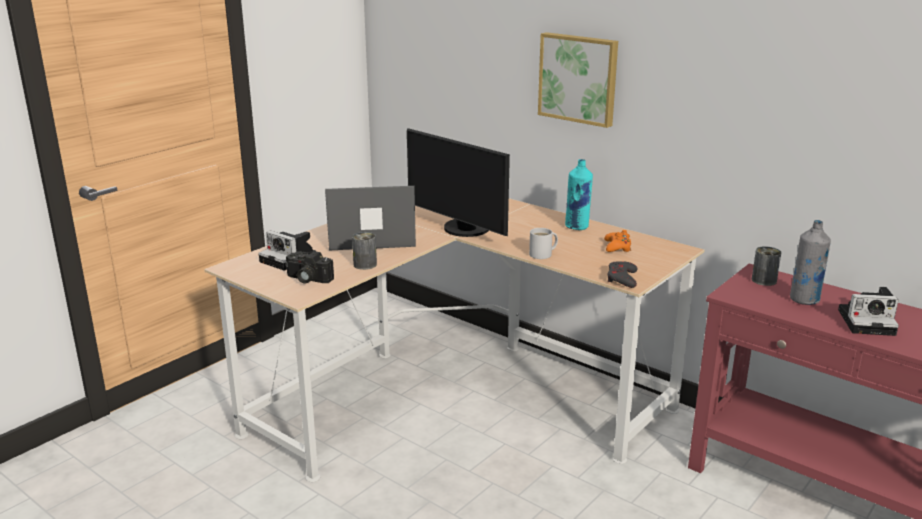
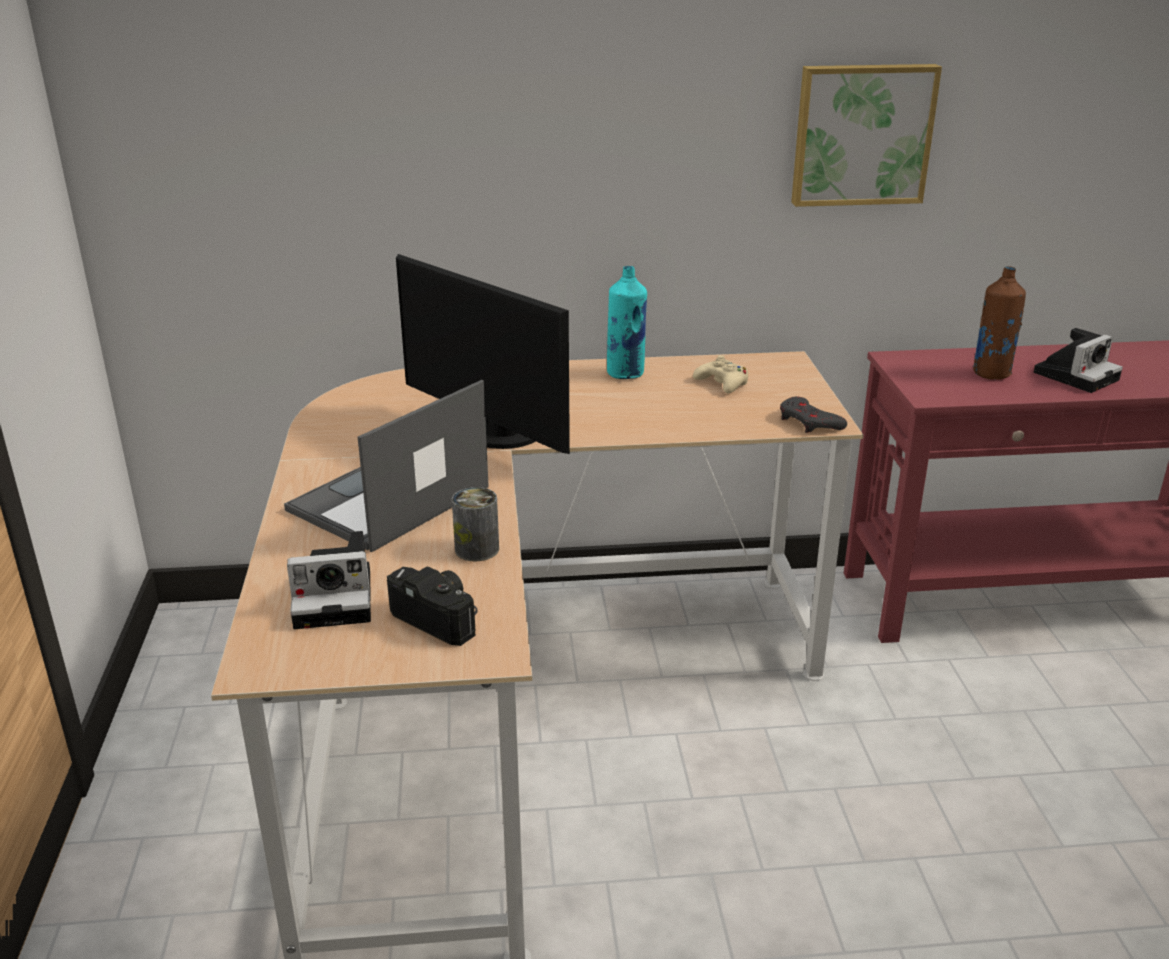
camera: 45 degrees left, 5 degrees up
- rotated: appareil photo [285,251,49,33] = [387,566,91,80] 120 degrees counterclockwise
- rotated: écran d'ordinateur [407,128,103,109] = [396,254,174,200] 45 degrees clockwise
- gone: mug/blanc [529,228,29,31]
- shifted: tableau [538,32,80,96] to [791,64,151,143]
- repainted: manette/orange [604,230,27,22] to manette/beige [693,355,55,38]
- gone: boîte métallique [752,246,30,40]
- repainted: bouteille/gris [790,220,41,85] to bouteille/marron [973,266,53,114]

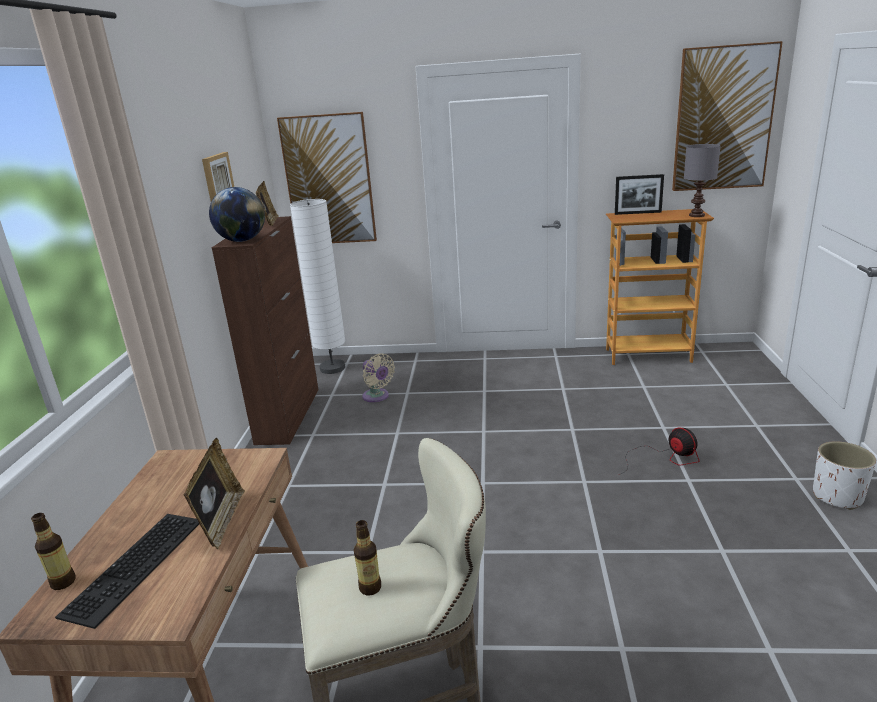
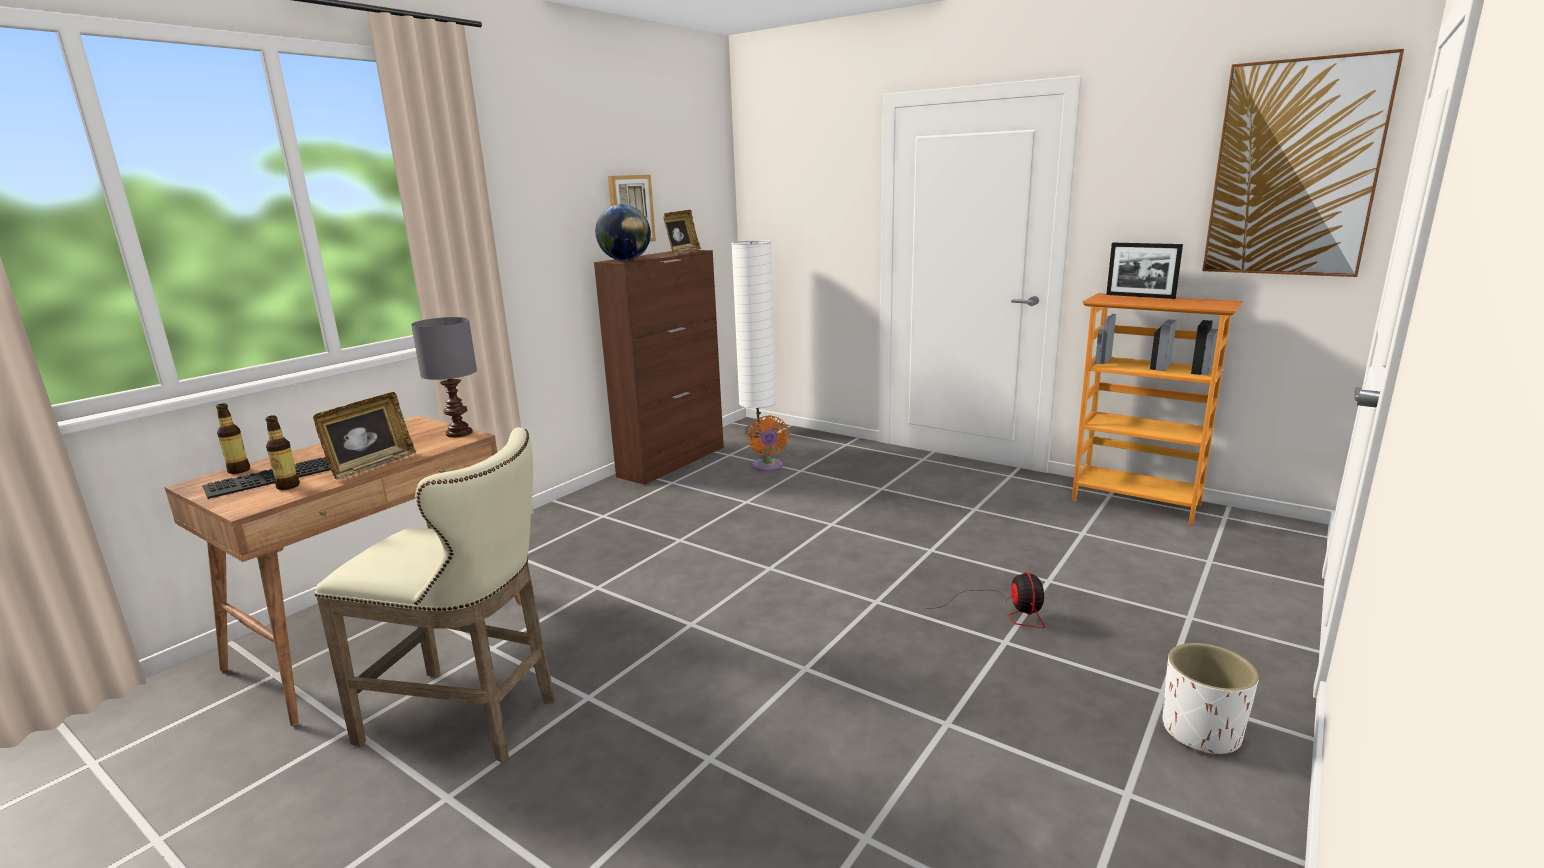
camera: 30 degrees right, 5 degrees down
- gone: tableau [277,112,100,131]
- shifted: bouteille [354,520,27,75] to [265,415,35,75]
- repainted: ventilateur/beige [362,353,33,49] to ventilateur/orange [747,415,42,56]
- shifted: lampe de table/gris [684,144,37,73] to [411,317,66,121]

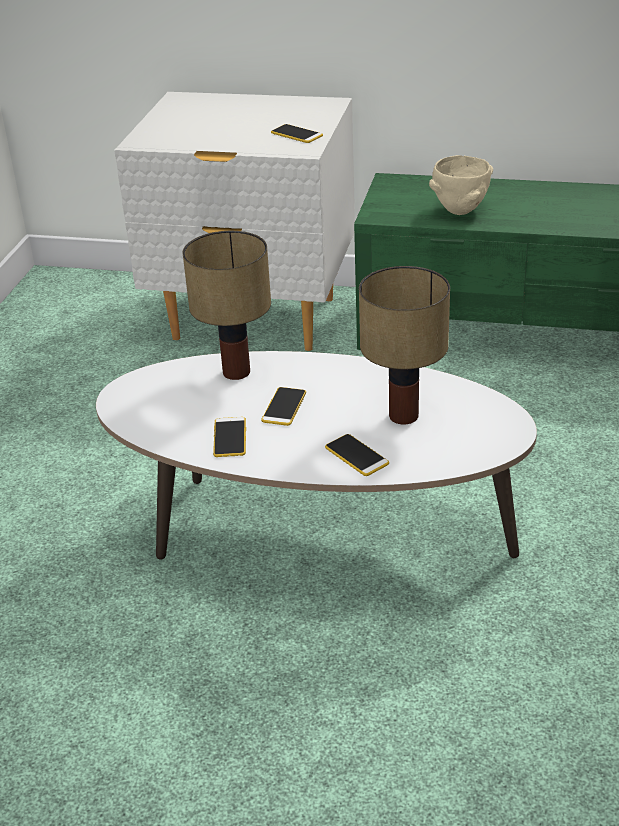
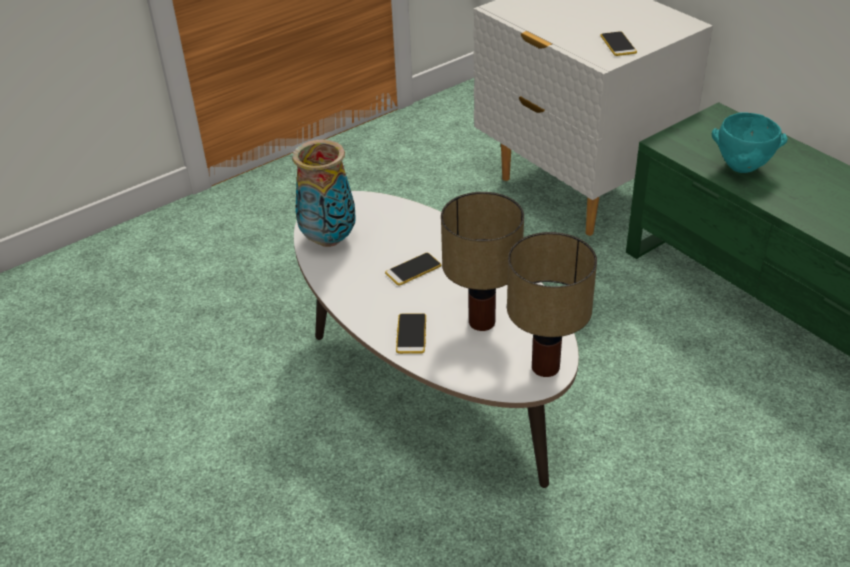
camera: 40 degrees right, 5 degrees up
- shifted: lampe de table [183,231,88,149] to [507,232,90,145]
- gone: téléphone [213,417,33,40]
- repainted: bol/beige [429,155,64,60] to bol/turquoise [712,112,76,61]
- new: vase [292,140,64,107]

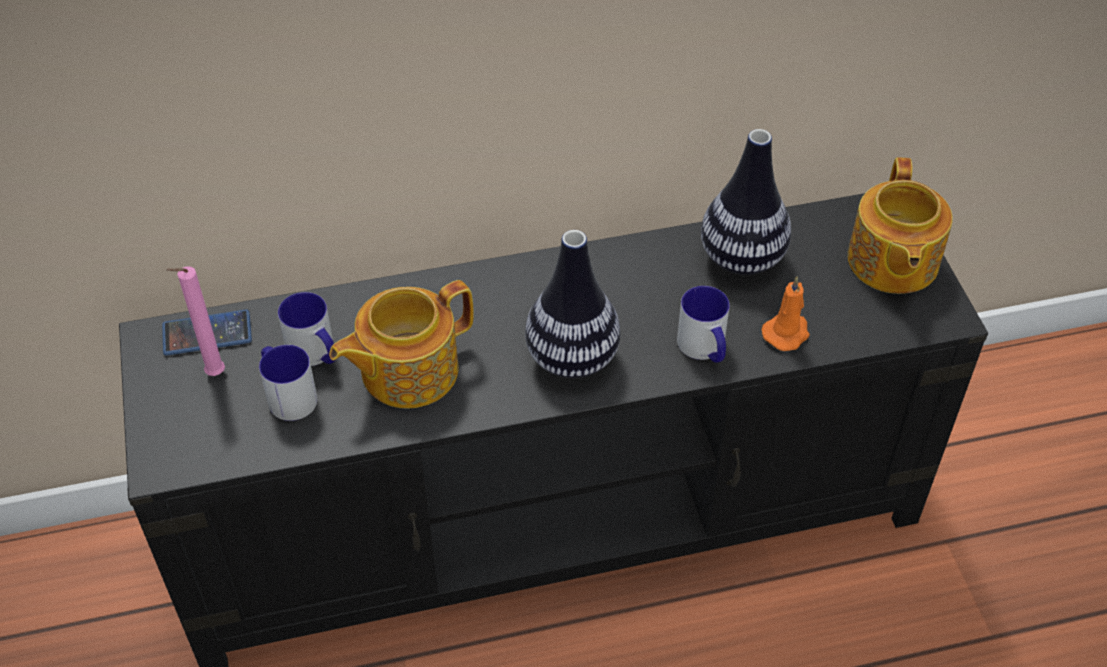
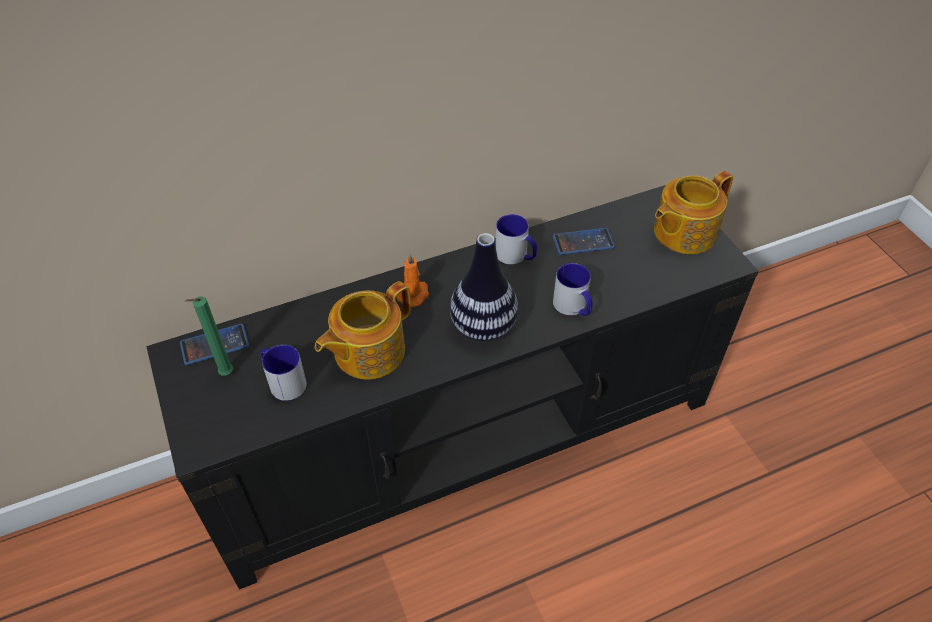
camera: 10 degrees left, 0 degrees up
- repainted: bougie/rose [167,266,58,110] to bougie/vert [185,296,48,80]
- shifted: mug [278,292,57,74] to [495,214,42,51]
- swapped: vase [701,129,90,146] to téléphone [553,228,62,27]
- shifted: bougie/orange [762,276,48,75] to [396,254,33,53]
- rotated: théière [848,157,105,137] = [654,171,79,83] 60 degrees clockwise

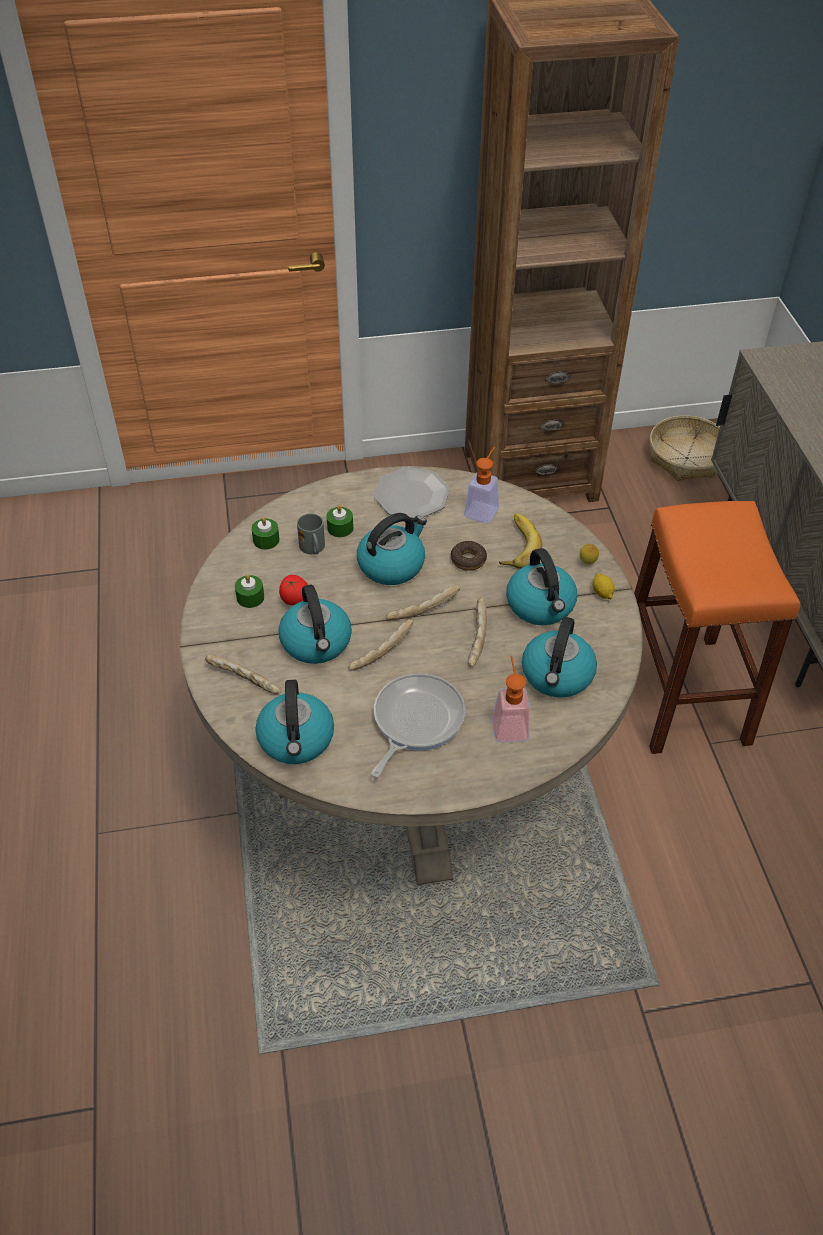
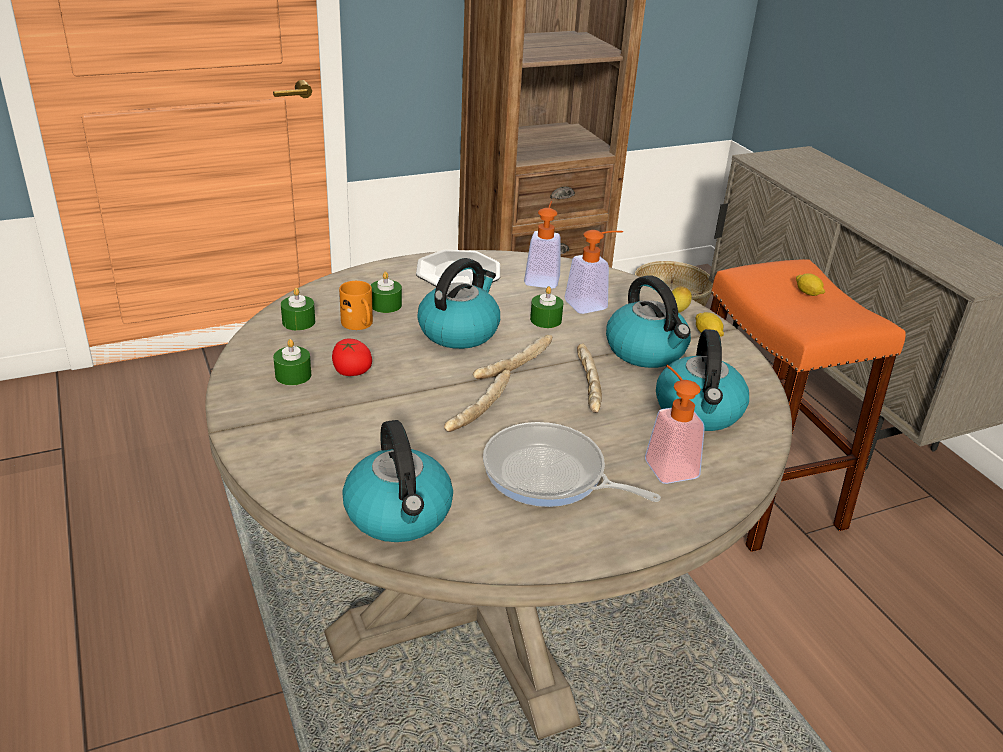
camera: 15 degrees left, 15 degrees down
- gone: pain [205,654,76,40]
- gone: bouilloire [278,585,74,79]
- repainted: mug/gris [297,513,28,41] to mug/orange [339,281,34,49]
- rotated: poêle [372,673,93,104] = [483,422,178,85] 75 degrees counterclockwise
- swapped: beignet [451,541,36,30] to bougie/vert [530,286,33,42]
- swapped: banane [499,513,43,56] to distributeur de savon [565,230,58,84]
- new: citron [796,273,29,23]

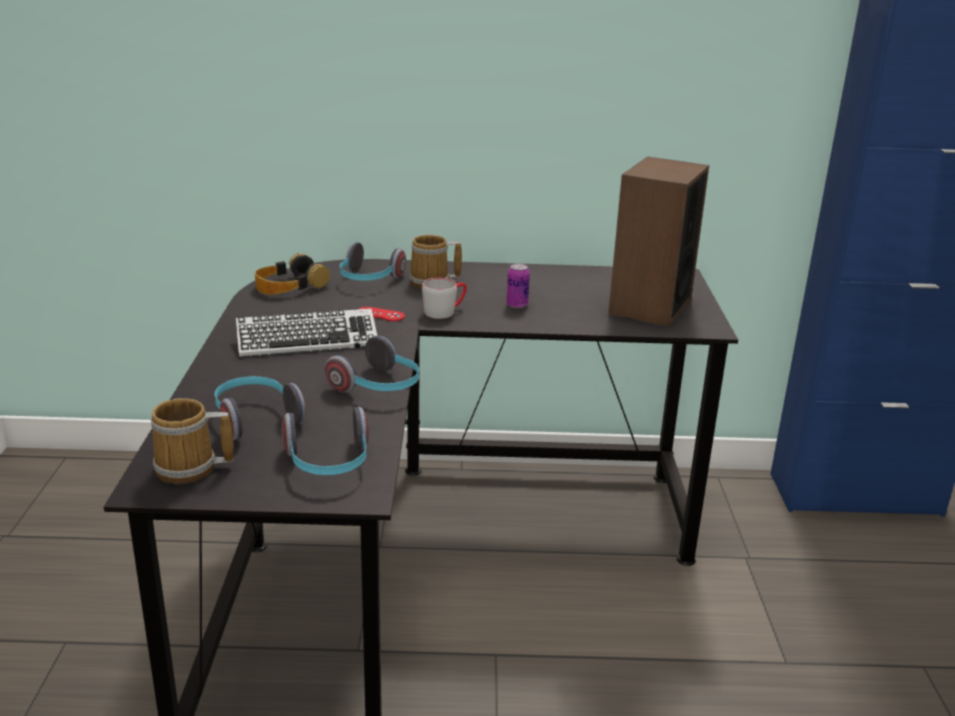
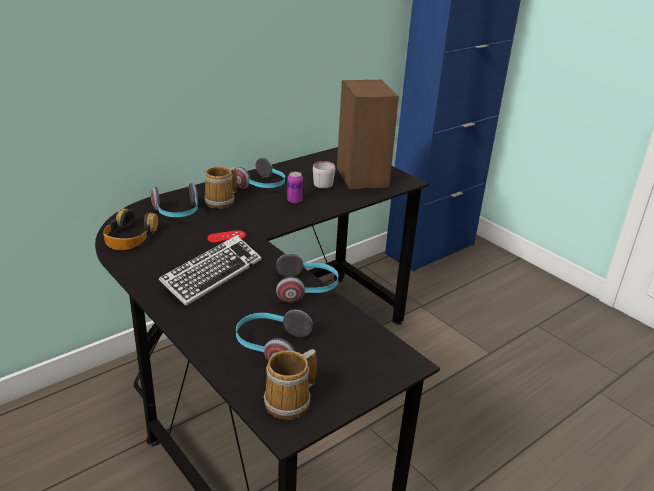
camera: 40 degrees left, 5 degrees up
- shifted: casque audio [282,407,87,68] to [236,158,49,31]
- shifted: mug/gris [422,278,45,41] to [313,161,22,27]

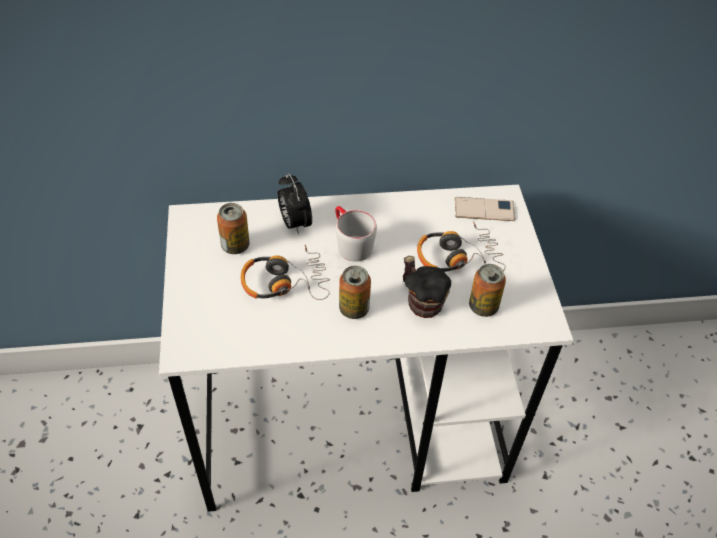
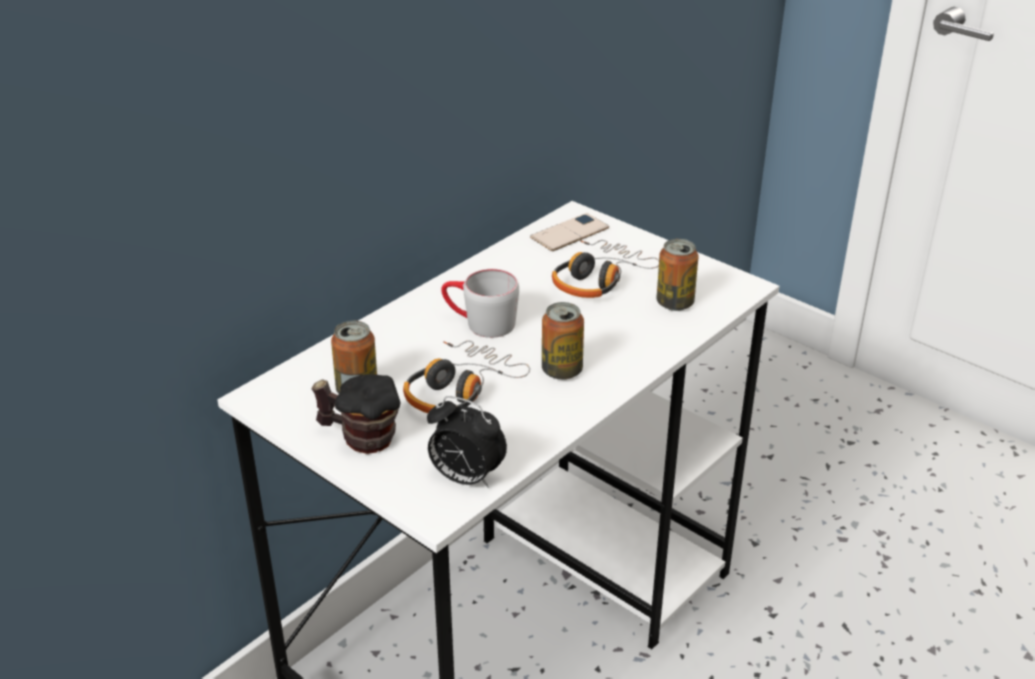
camera: 40 degrees left, 15 degrees down
- shifted: réveil [278,173,34,62] to [427,396,80,92]
- shifted: mug [403,256,48,62] to [311,374,89,80]

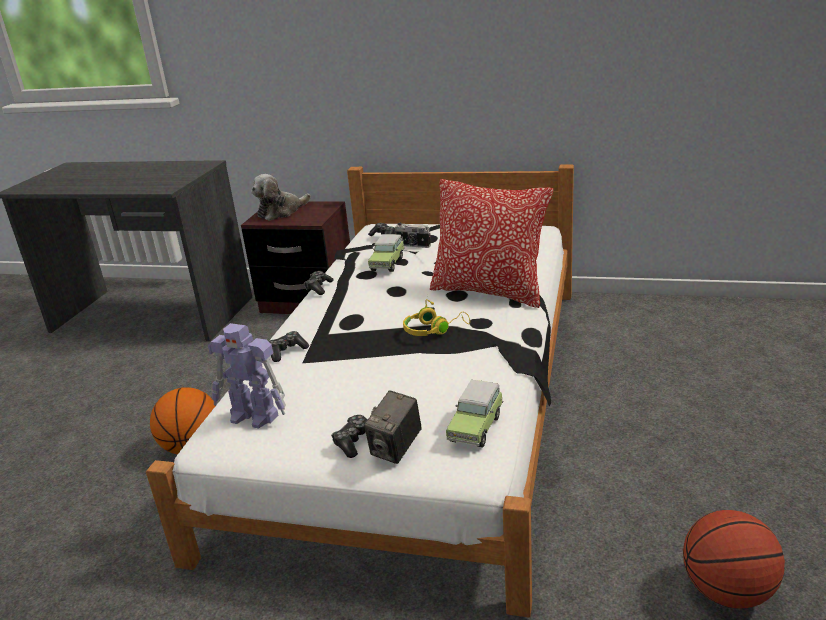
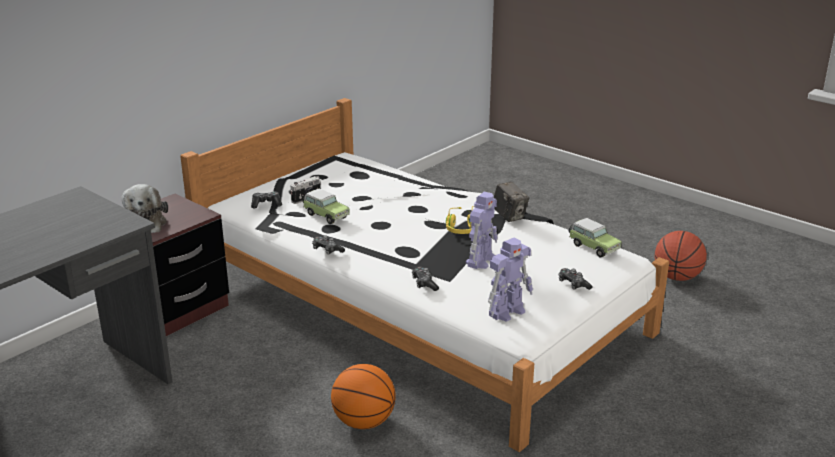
camera: 65 degrees left, 0 degrees up
- shifted: appareil photo [364,390,58,74] to [494,182,35,40]
- gone: coussin [430,179,123,129]
- new: robot jouet [466,191,32,78]

